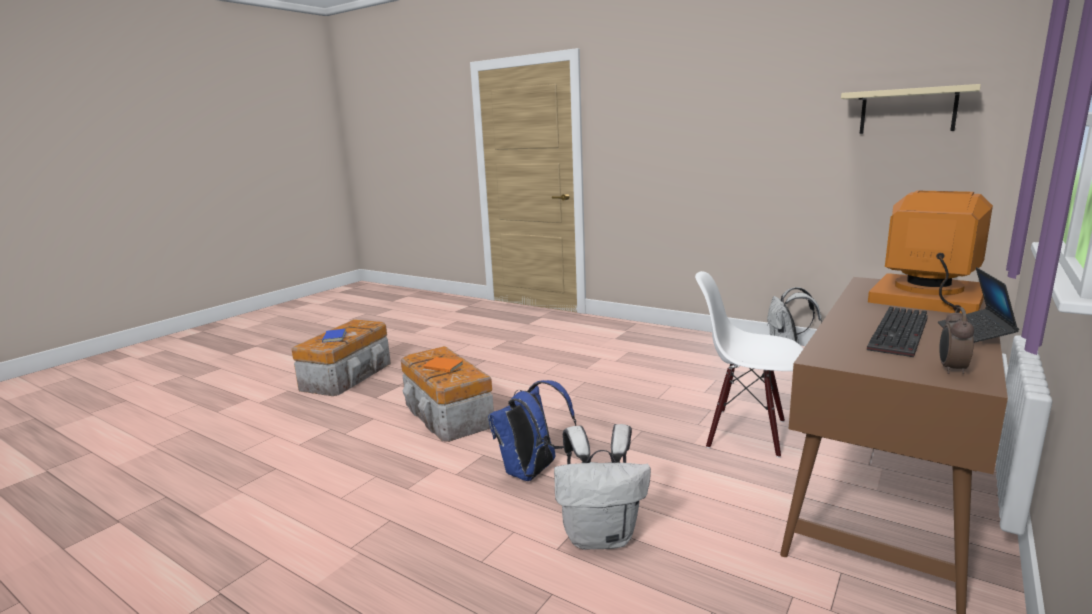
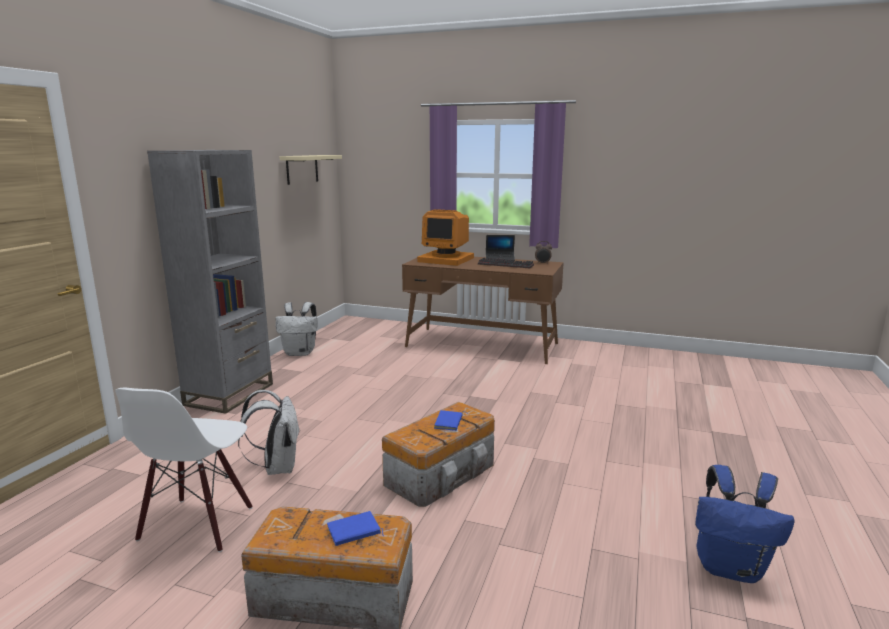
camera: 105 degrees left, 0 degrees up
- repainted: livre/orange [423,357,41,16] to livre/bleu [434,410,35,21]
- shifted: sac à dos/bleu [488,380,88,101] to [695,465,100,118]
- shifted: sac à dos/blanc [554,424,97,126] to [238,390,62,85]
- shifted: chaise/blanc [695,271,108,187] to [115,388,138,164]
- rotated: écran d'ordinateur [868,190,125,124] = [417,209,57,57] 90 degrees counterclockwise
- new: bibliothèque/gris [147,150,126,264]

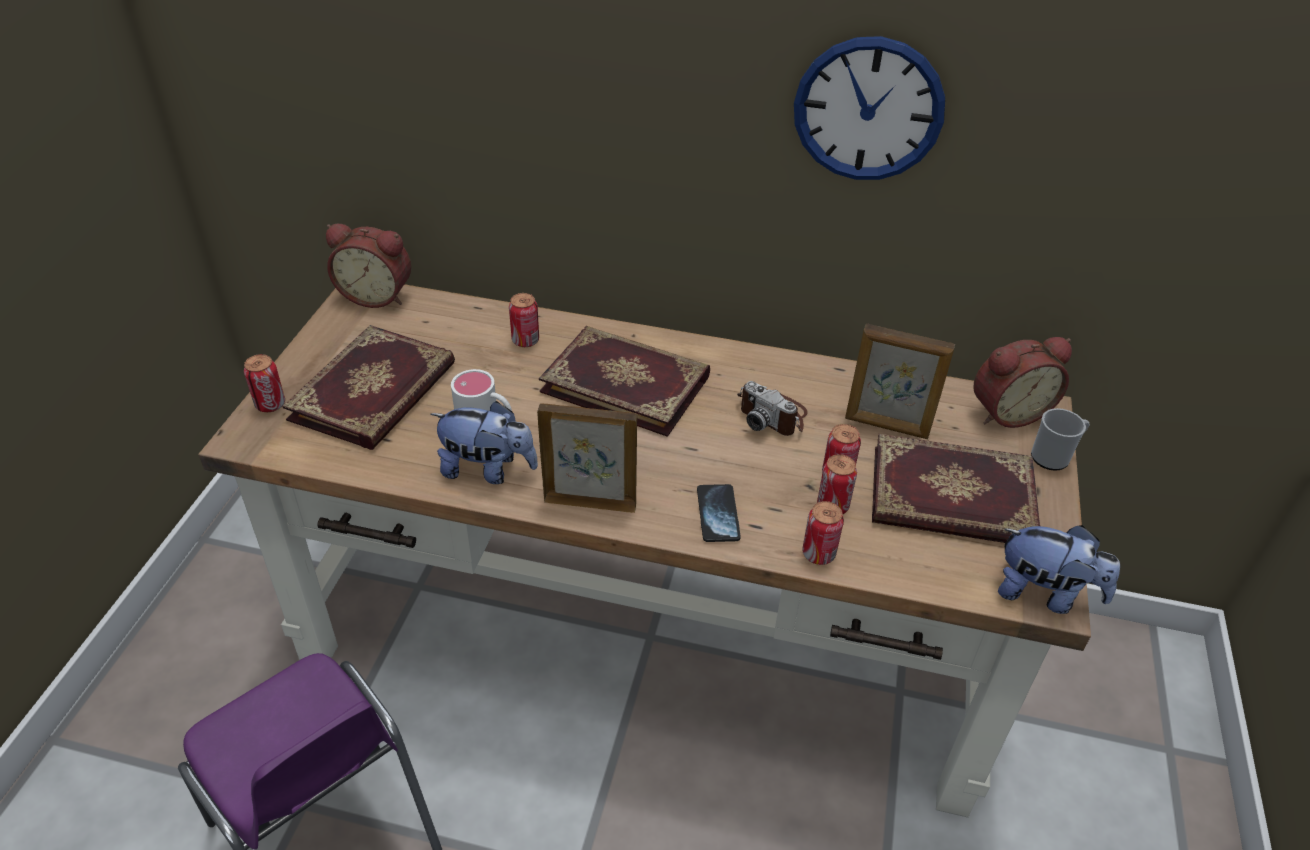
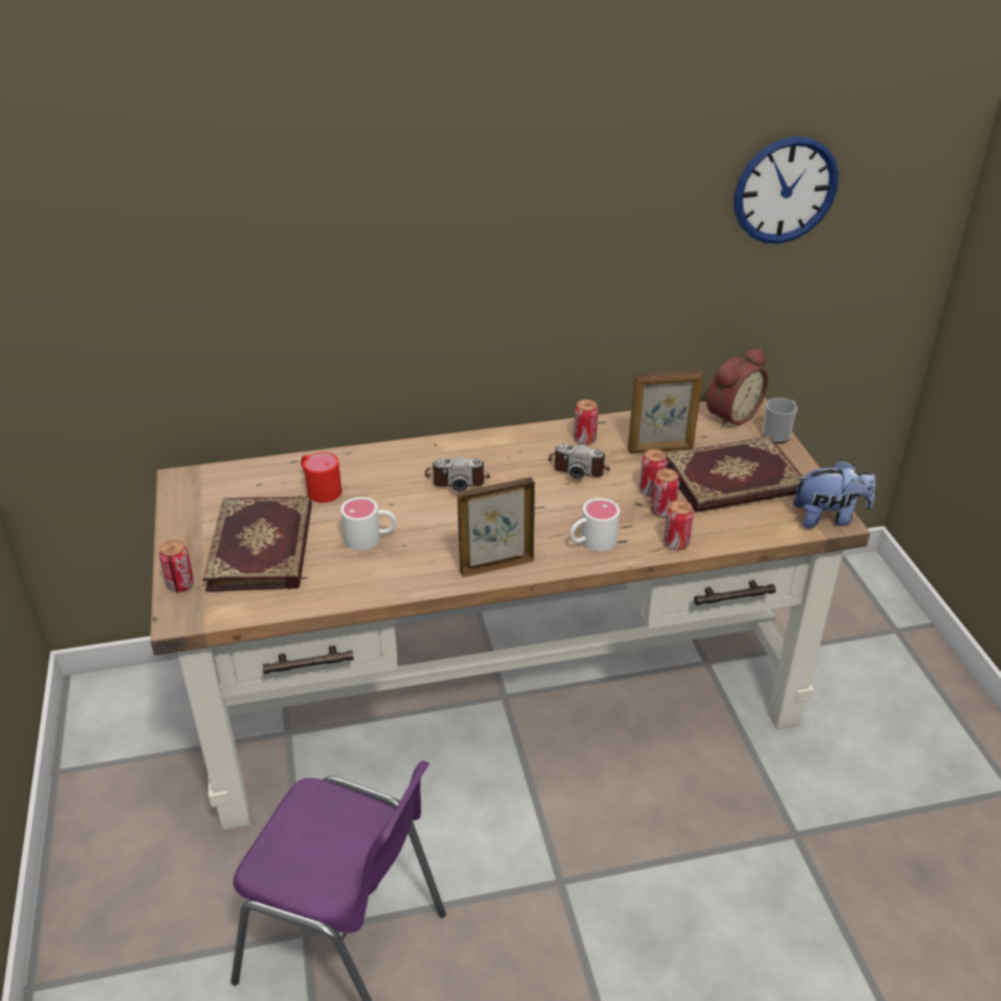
camera: 25 degrees left, 5 degrees down
- gone: réveil [326,224,85,84]
- gone: peluche [430,401,108,83]
- shifted: boîte métallique [509,293,30,54] to [574,399,24,46]
- swapped: livre [539,326,171,111] to appareil photo [425,456,65,36]
- swapped: téléphone [697,484,44,58] to mug/blanc [570,498,50,54]
- shifted: horloge murale [794,36,151,144] to [734,136,105,108]
- new: mug/rouge [301,452,41,51]

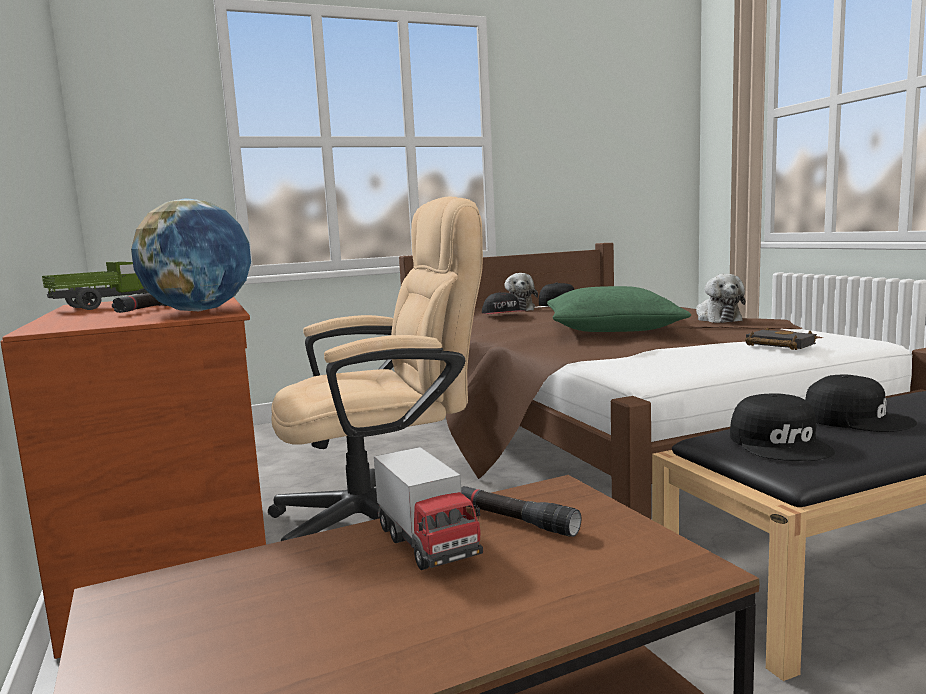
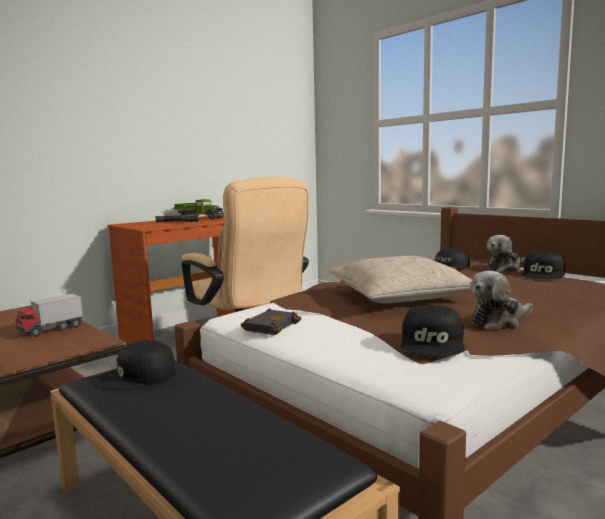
camera: 70 degrees right, 0 degrees up
- gone: globe [131,198,120,113]
- gone: lampe de poche/noir [461,486,120,51]
- repainted: coussin/vert [547,286,144,46] to coussin/beige [328,256,144,47]
- shifted: livre/noir [745,327,72,23] to [241,308,60,27]
- shifted: casquette/noir [805,375,112,57] to [401,305,63,52]

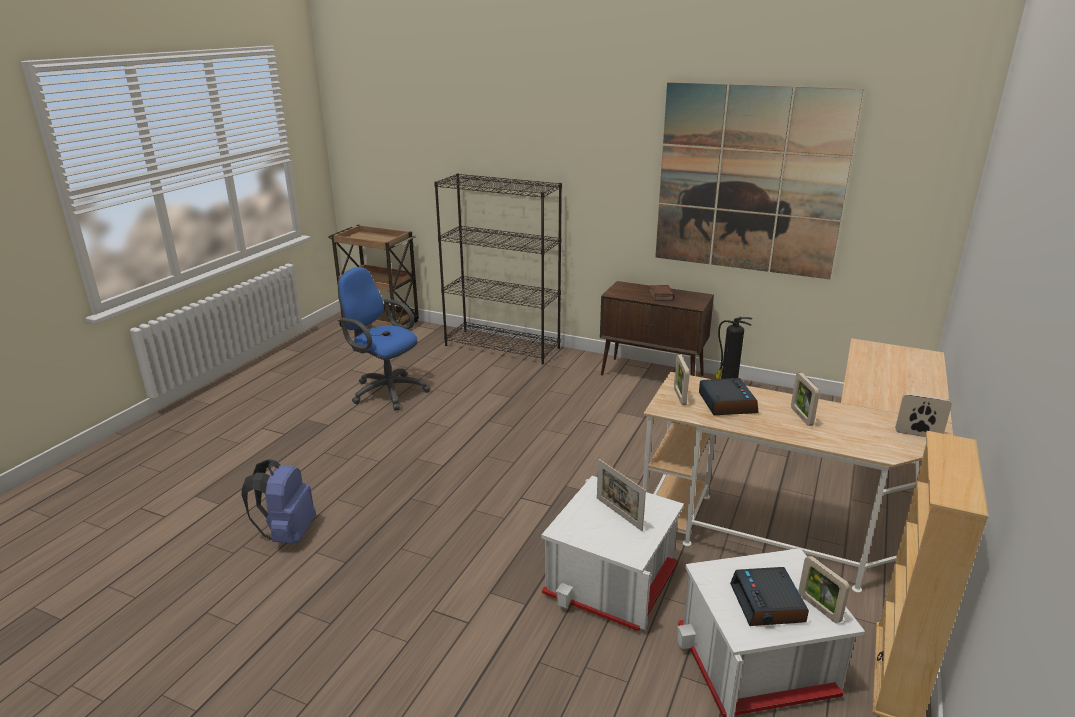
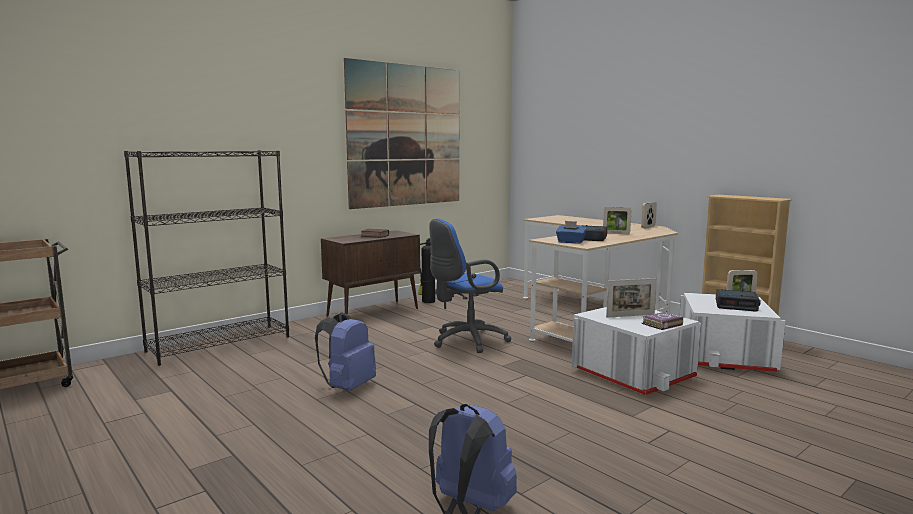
camera: 65 degrees left, 15 degrees down
- shifted: chaise de bureau/bleu [338,267,92,144] to [429,219,82,134]
- swapped: cadre photo [674,355,16,50] to boîte à mouchoirs/bleu [556,221,31,23]
- new: sac à dos/bleu [315,313,61,78]
- new: livre [642,312,41,18]

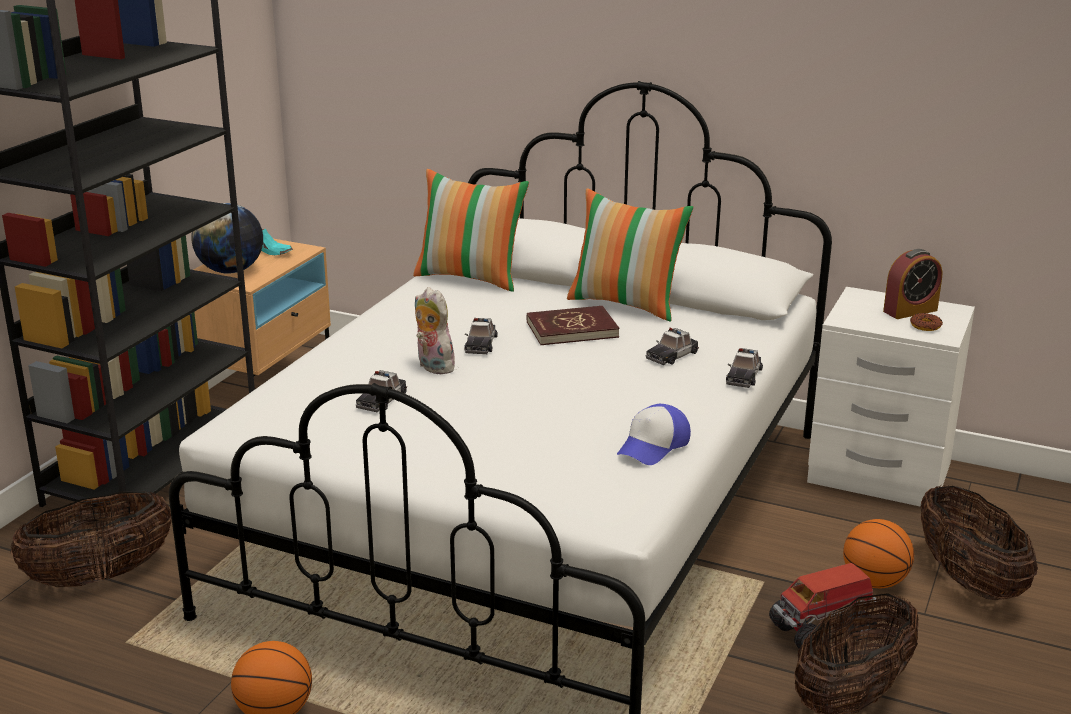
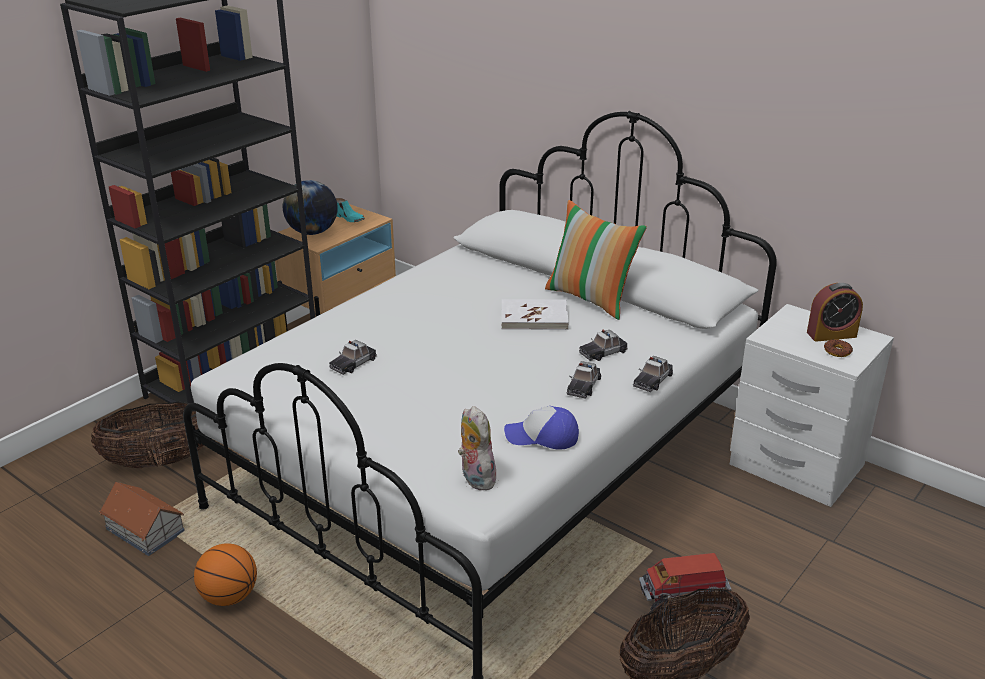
camera: 15 degrees right, 5 degrees up
- gone: coussin [413,169,116,123]
- shifted: peluche [415,287,40,88] to [458,406,38,84]
- shifted: petite voiture [464,318,34,36] to [567,361,34,38]
- repainted: livre/rouge [527,306,93,39] to livre/blanc [501,299,68,31]
- rotated: casquette [617,404,74,61] = [504,406,75,43] 45 degrees clockwise
- gone: ballon de basket [843,519,71,69]
- gone: panier [921,485,117,115]
- new: maison miniature [99,482,86,74]

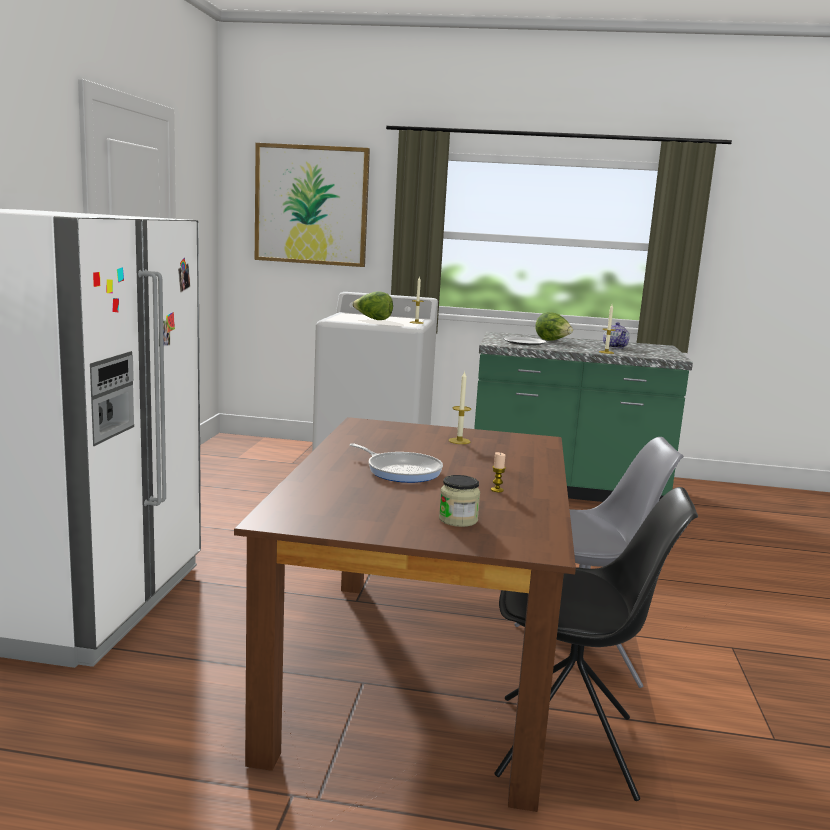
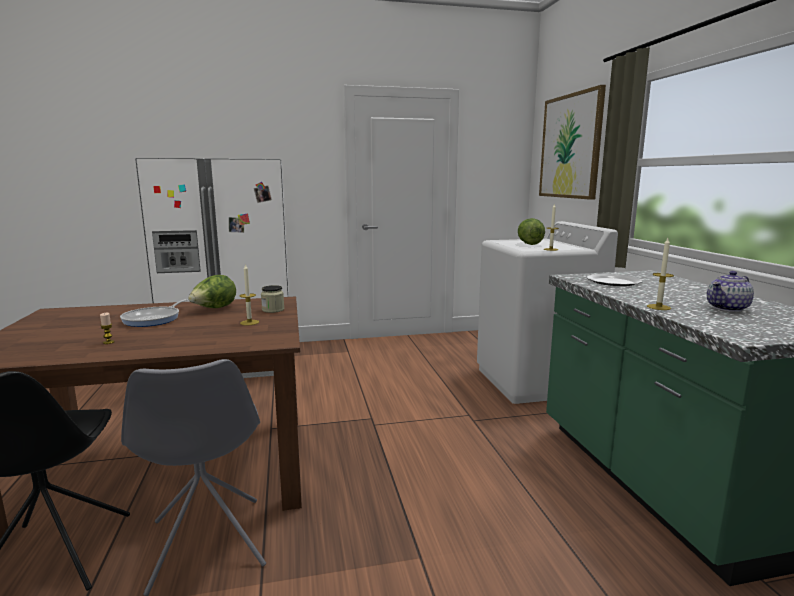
camera: 70 degrees right, 0 degrees up
- shifted: bocal [439,475,41,52] to [261,285,23,28]
- shifted: laitue [535,312,38,29] to [188,275,48,33]

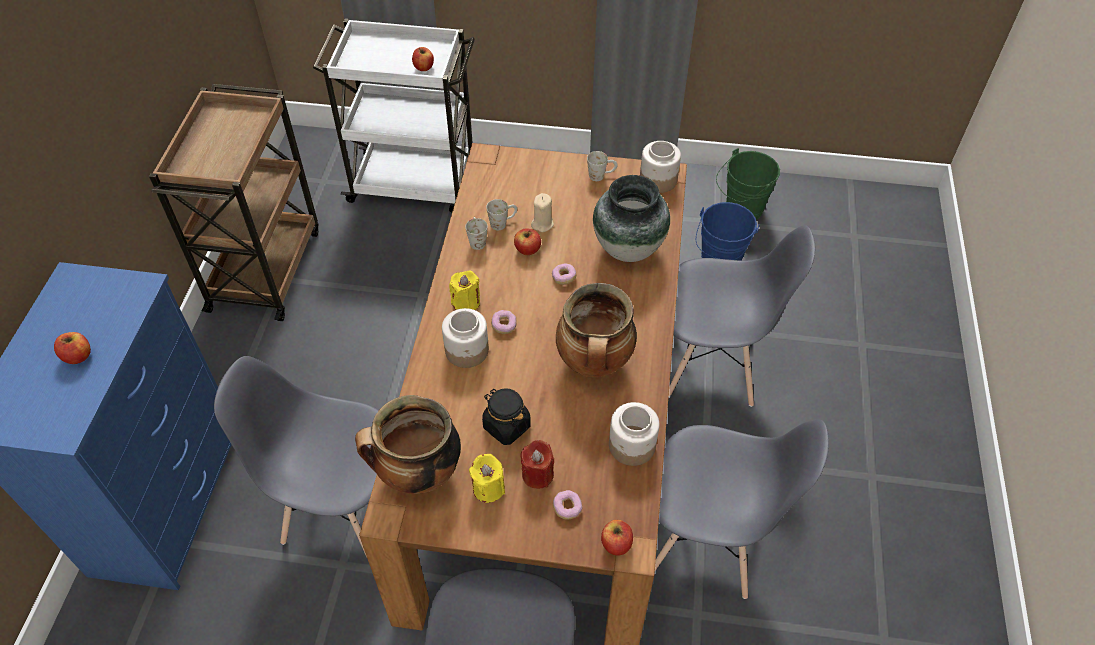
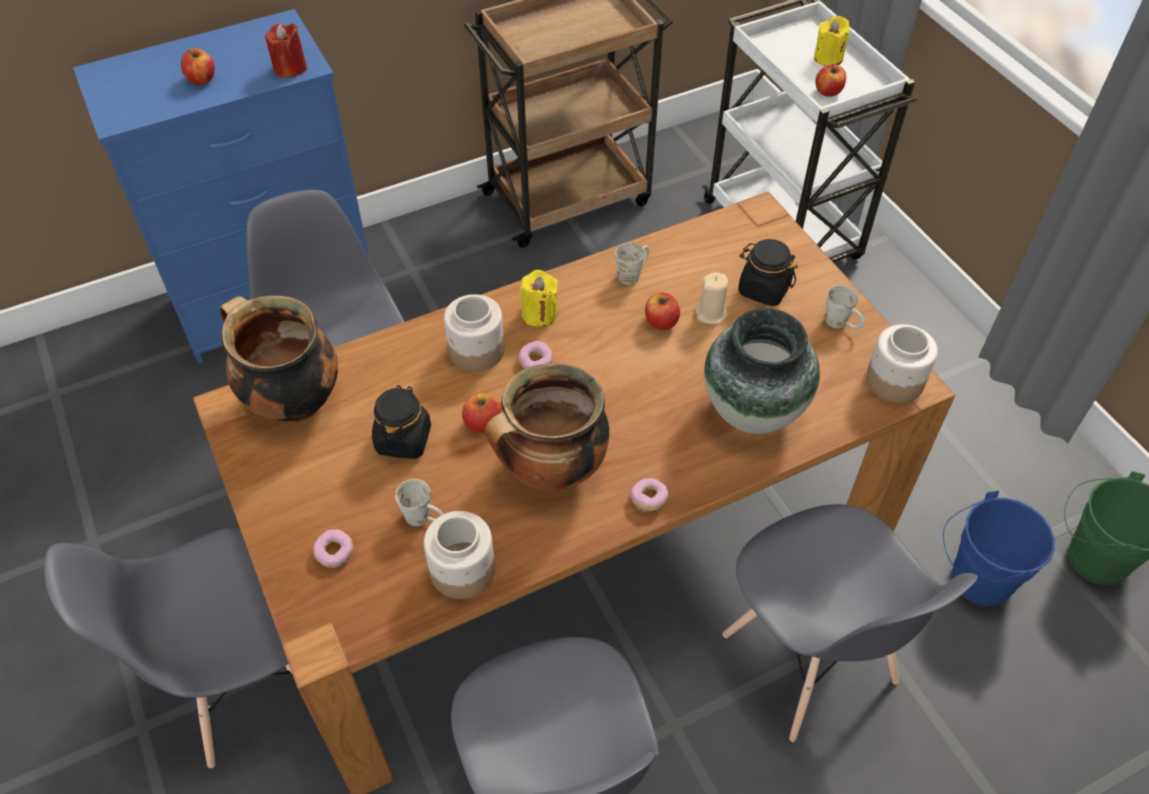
camera: 55 degrees right, 0 degrees up
- shifted: bougie/jaune [469,454,36,49] to [814,16,35,50]
- shifted: mug/blanc [486,199,31,31] to [395,479,48,47]
- shifted: bougie/rouge [521,440,33,49] to [265,23,42,55]
- shifted: beignet [552,263,24,22] to [630,478,39,33]
- shifted: pomme [601,520,32,36] to [462,393,40,40]
- new: bocal/noir [738,239,60,67]

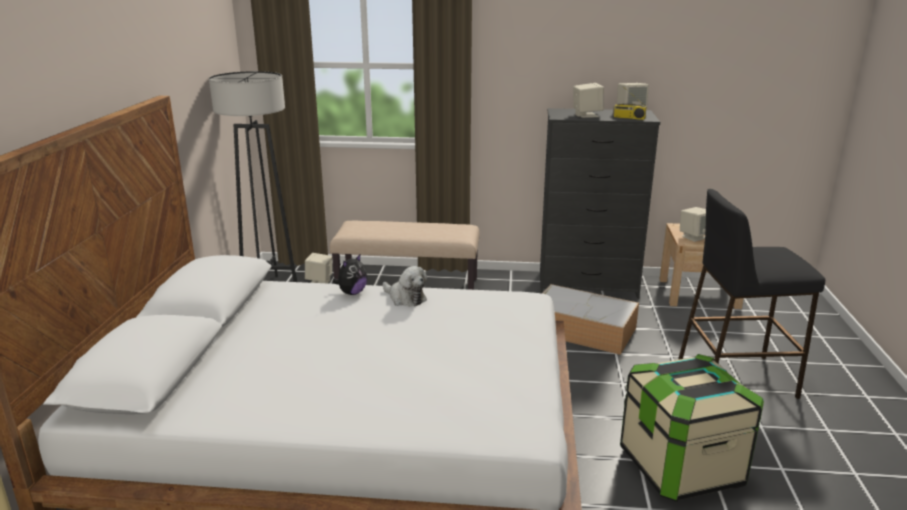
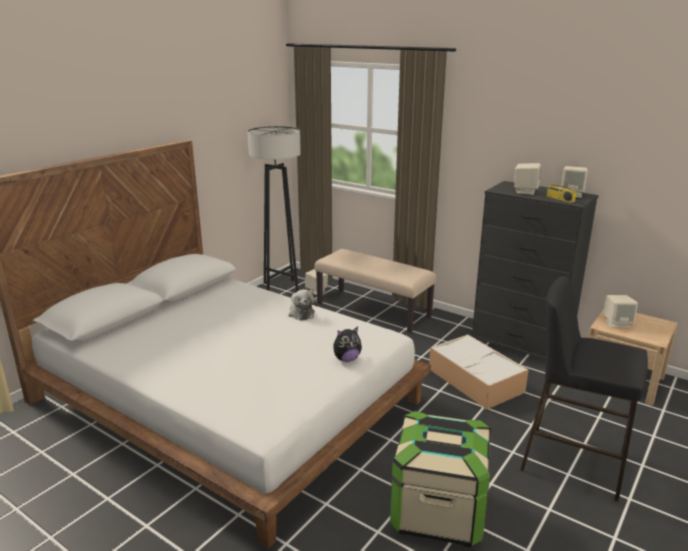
camera: 30 degrees right, 0 degrees up
- shifted: peluche [332,253,35,42] to [333,327,29,35]

